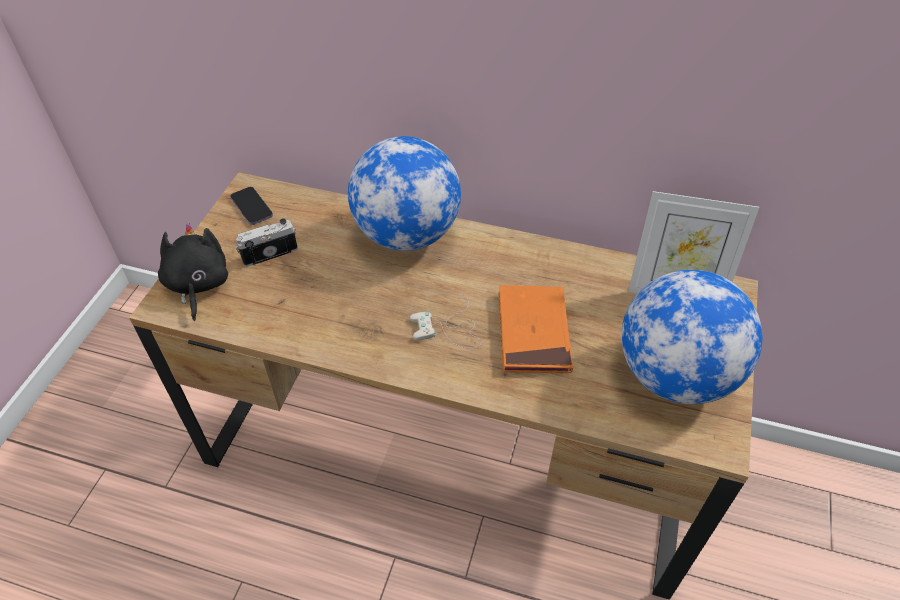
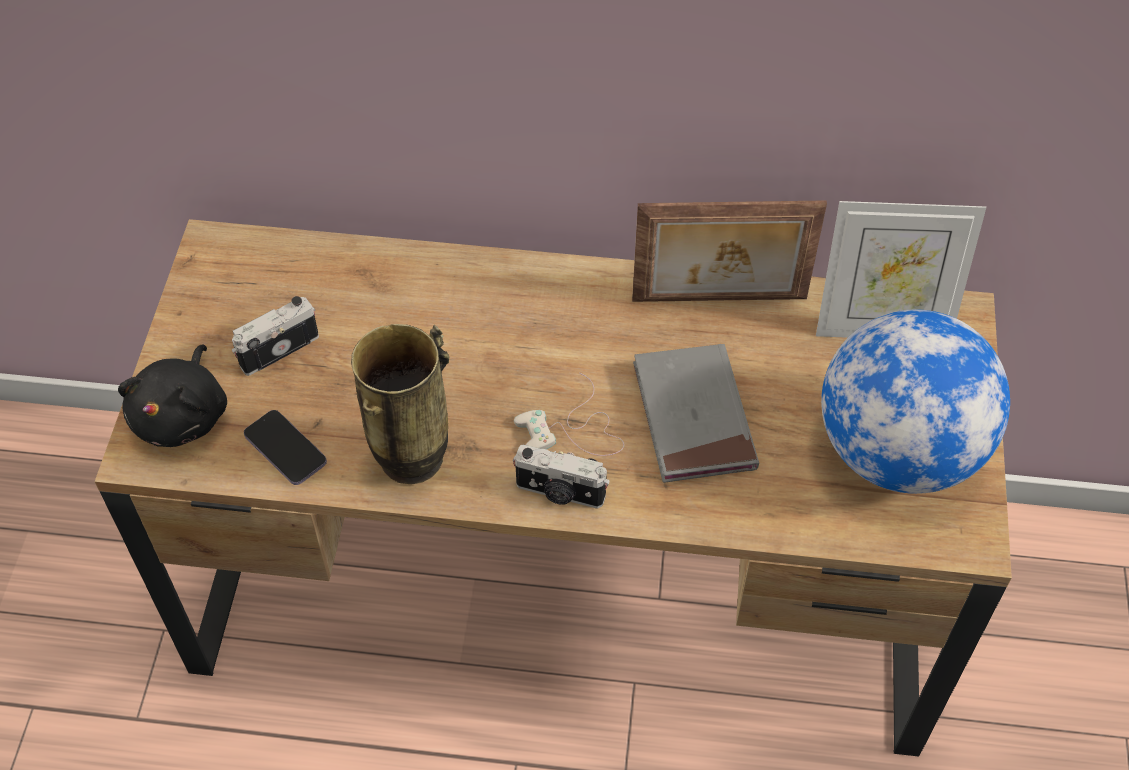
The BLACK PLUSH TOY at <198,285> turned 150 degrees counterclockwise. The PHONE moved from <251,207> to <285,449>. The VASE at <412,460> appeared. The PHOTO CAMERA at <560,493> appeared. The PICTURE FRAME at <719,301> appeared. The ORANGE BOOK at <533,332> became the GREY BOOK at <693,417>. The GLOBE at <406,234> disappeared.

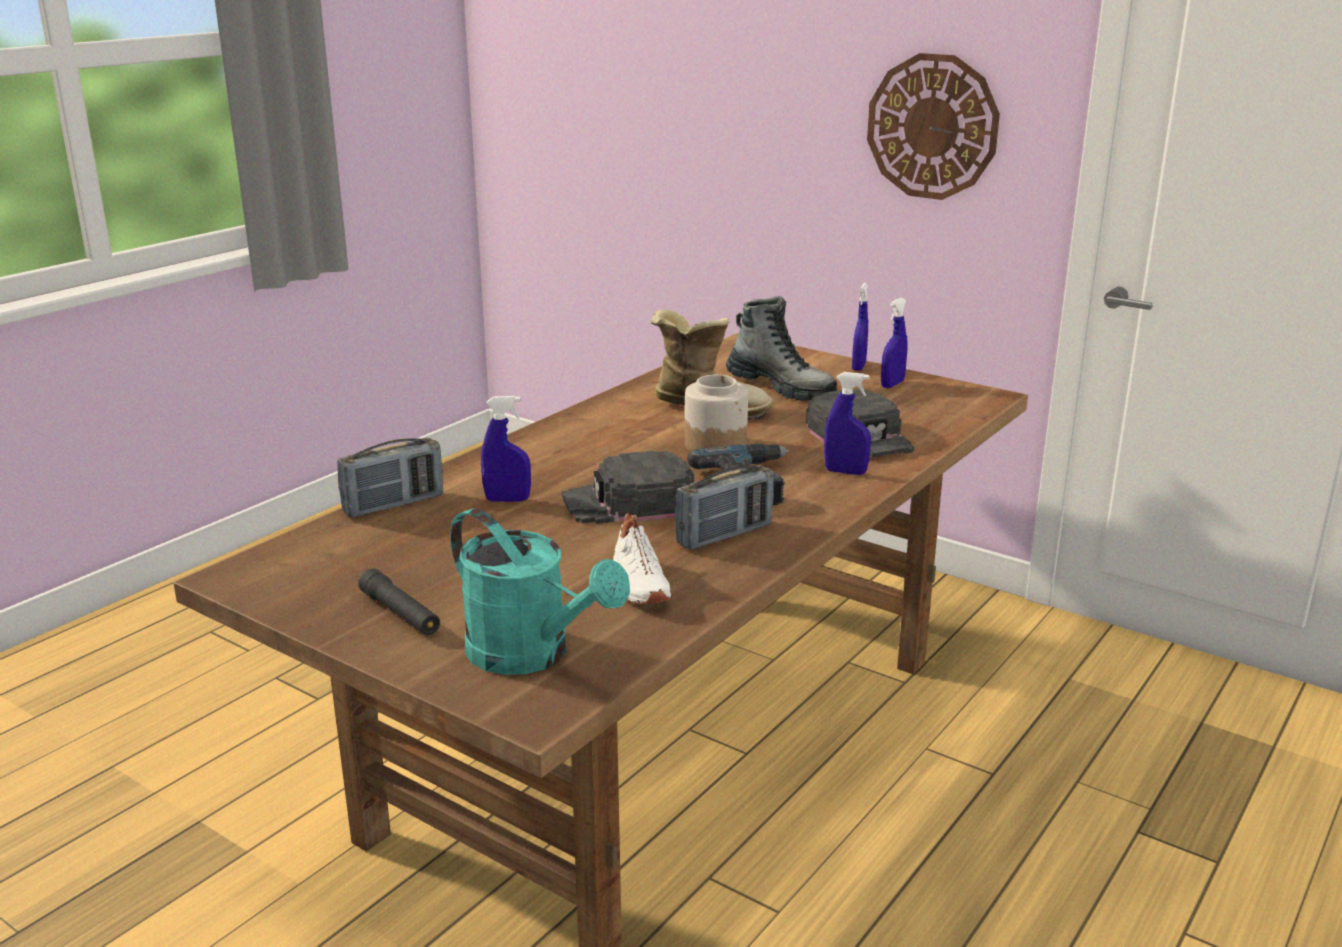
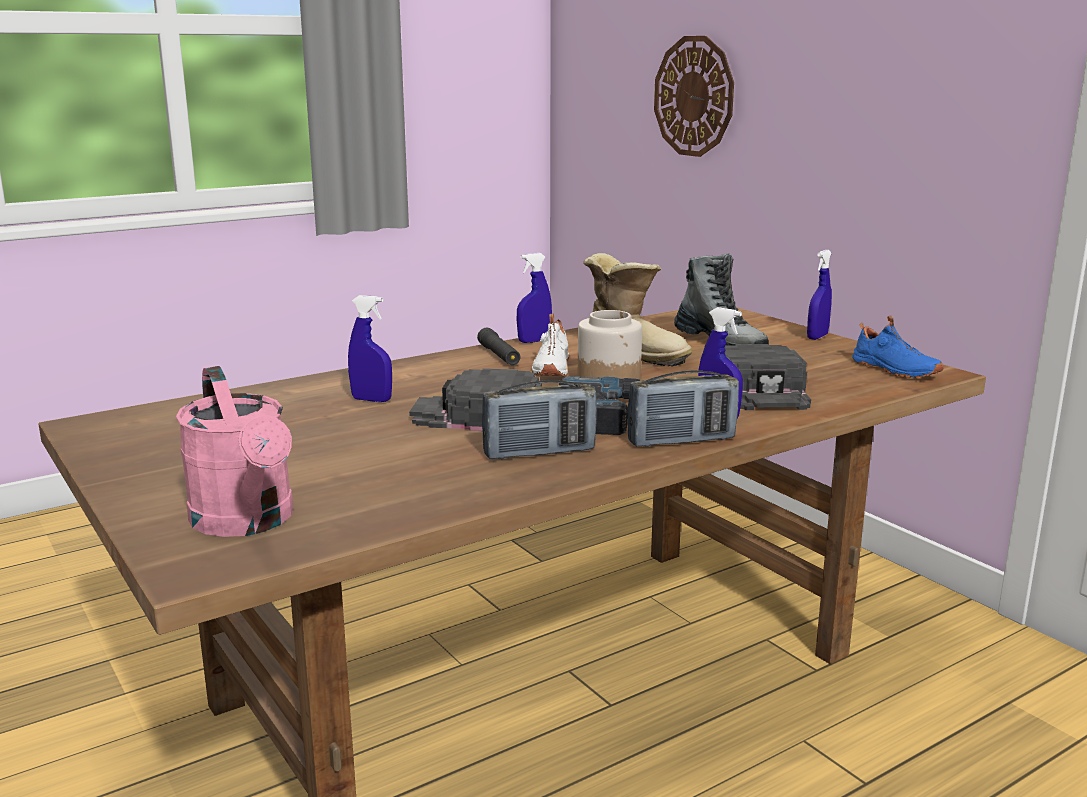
The TURQUOISE WATERING CAN at <532,655> became the PINK WATERING CAN at <248,522>. The BLACK FLASHLIGHT moved from <400,614> to <499,355>. The BLUE SPRAY BOTTLE moved from <892,384> to <534,341>. The WHITE SHOE moved from <638,584> to <550,369>. The RADIO moved from <394,505> to <681,441>. The WALL CLOCK moved from <932,127> to <694,96>. The BLUE SHOE at <893,370> appeared.

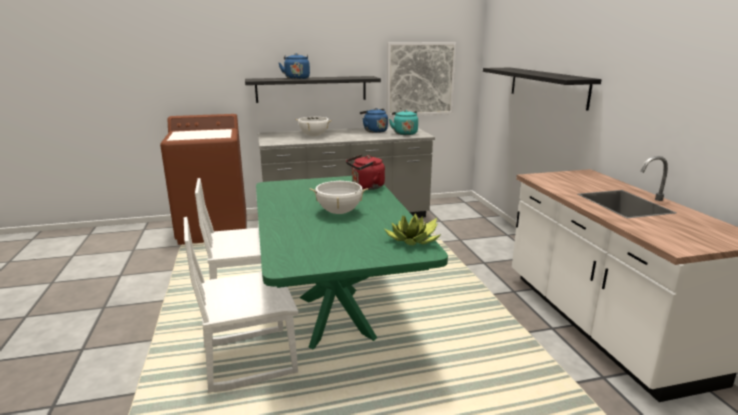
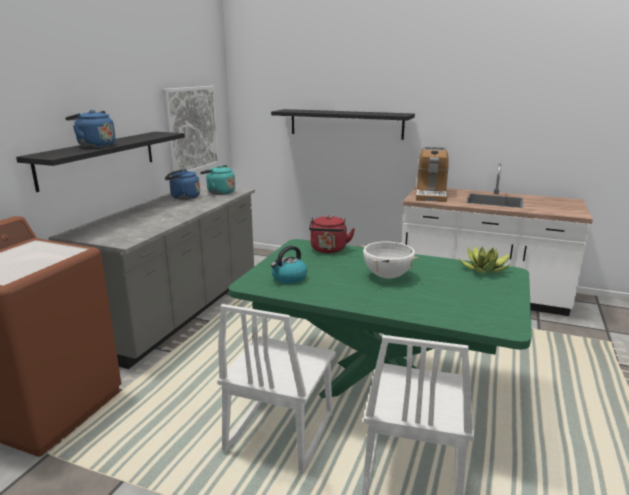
The KETTLE at <289,278> appeared. The COFFEE MACHINE at <431,194> appeared. The WHITE COOKING POT at <314,136> disappeared.

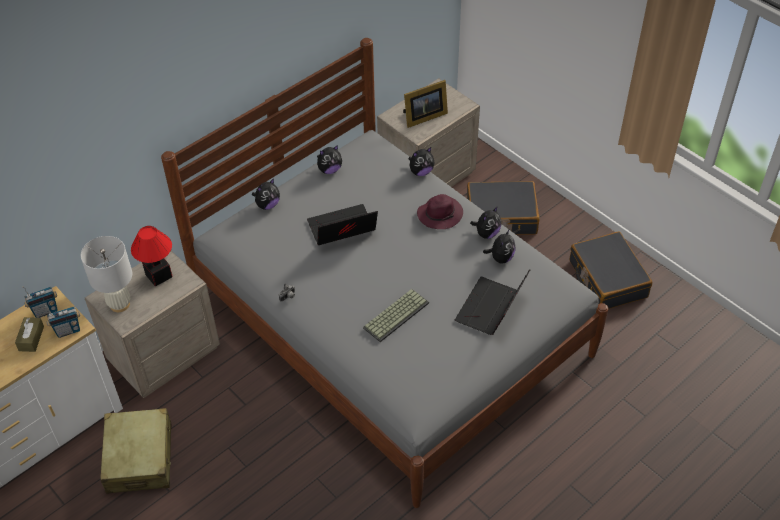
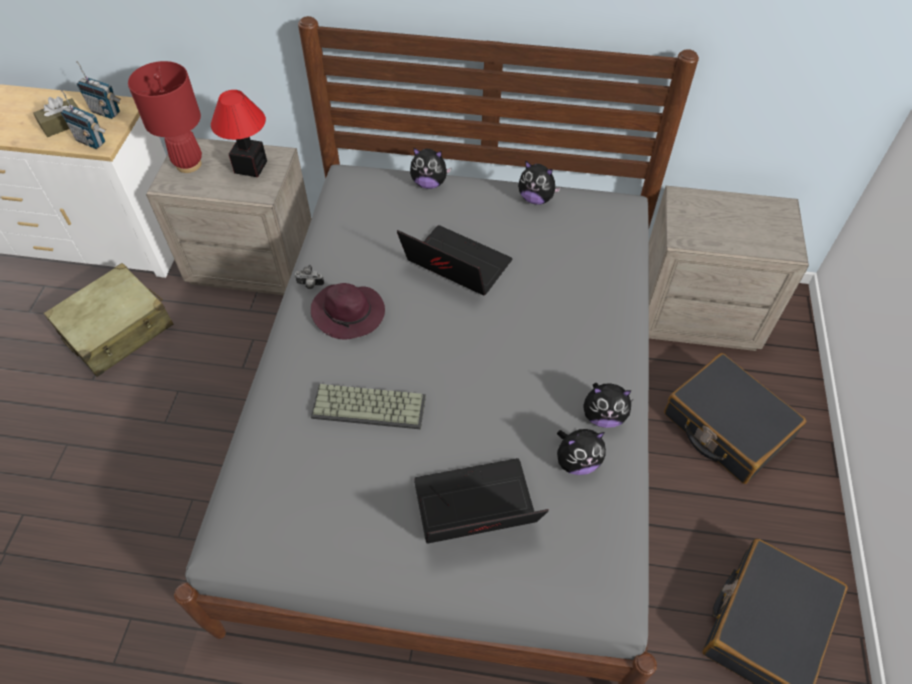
The WHITE TABLE LAMP at <119,304> became the RED TABLE LAMP at <189,164>. The PURPLE HAT moved from <440,214> to <349,314>. The PICTURE FRAME at <423,117> disappeared. The PLUSH TOY at <421,172> disappeared.

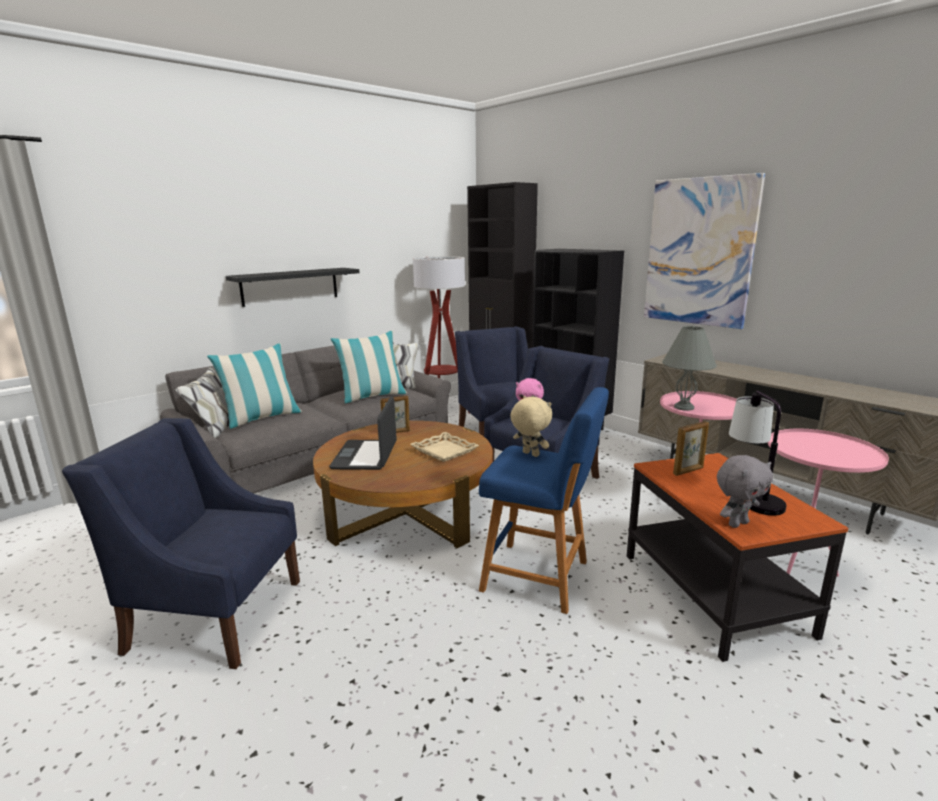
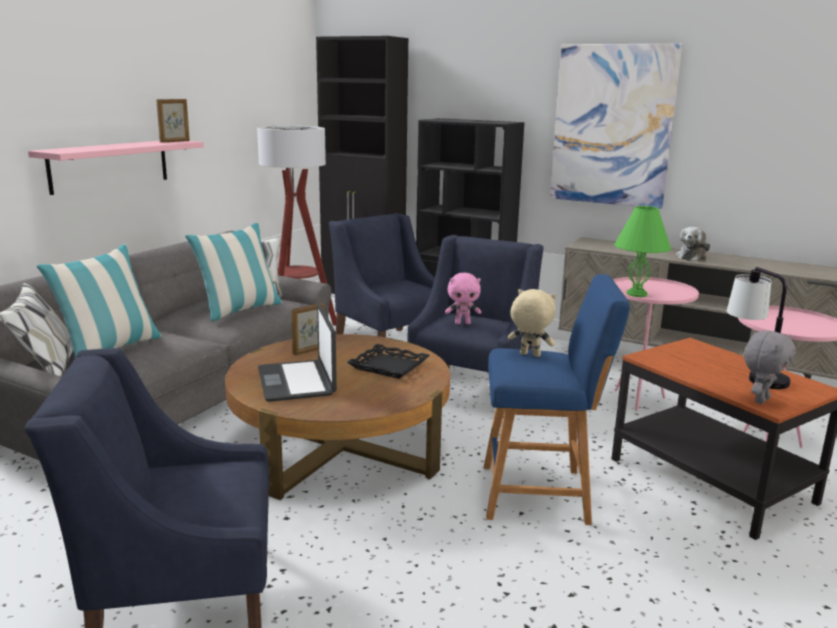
The BLACK SHELF at <290,286> became the PINK SHELF at <110,165>. The PICTURE FRAME moved from <688,471> to <175,141>. The BEIGE TRAY at <444,451> became the BLACK TRAY at <388,366>. The GREY TABLE LAMP at <683,407> became the GREEN TABLE LAMP at <636,294>. The PLUSH TOY at <692,257> appeared.

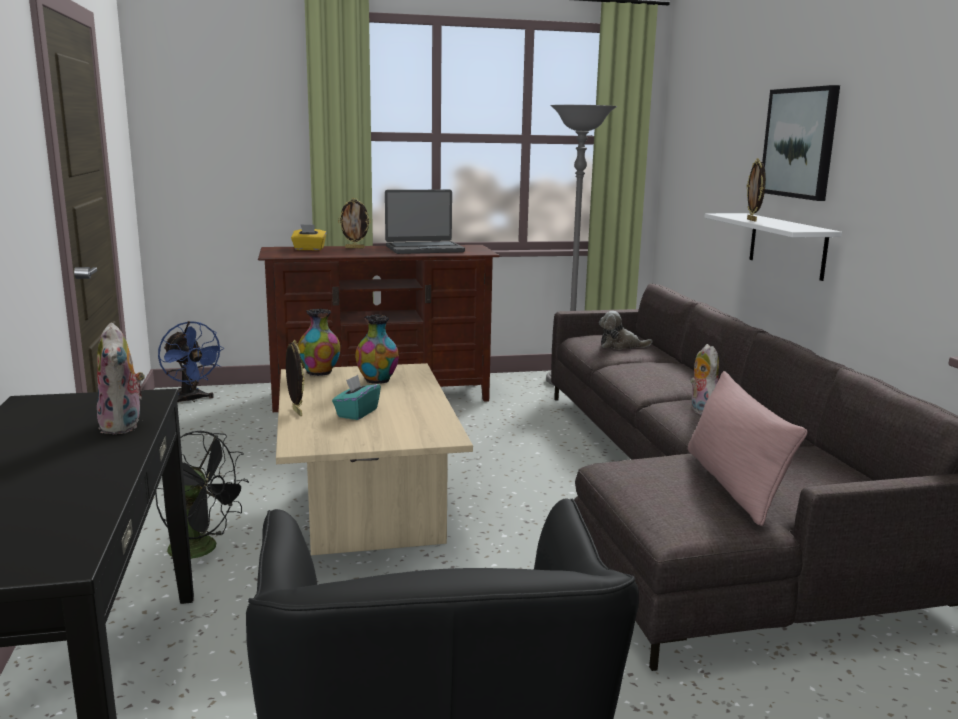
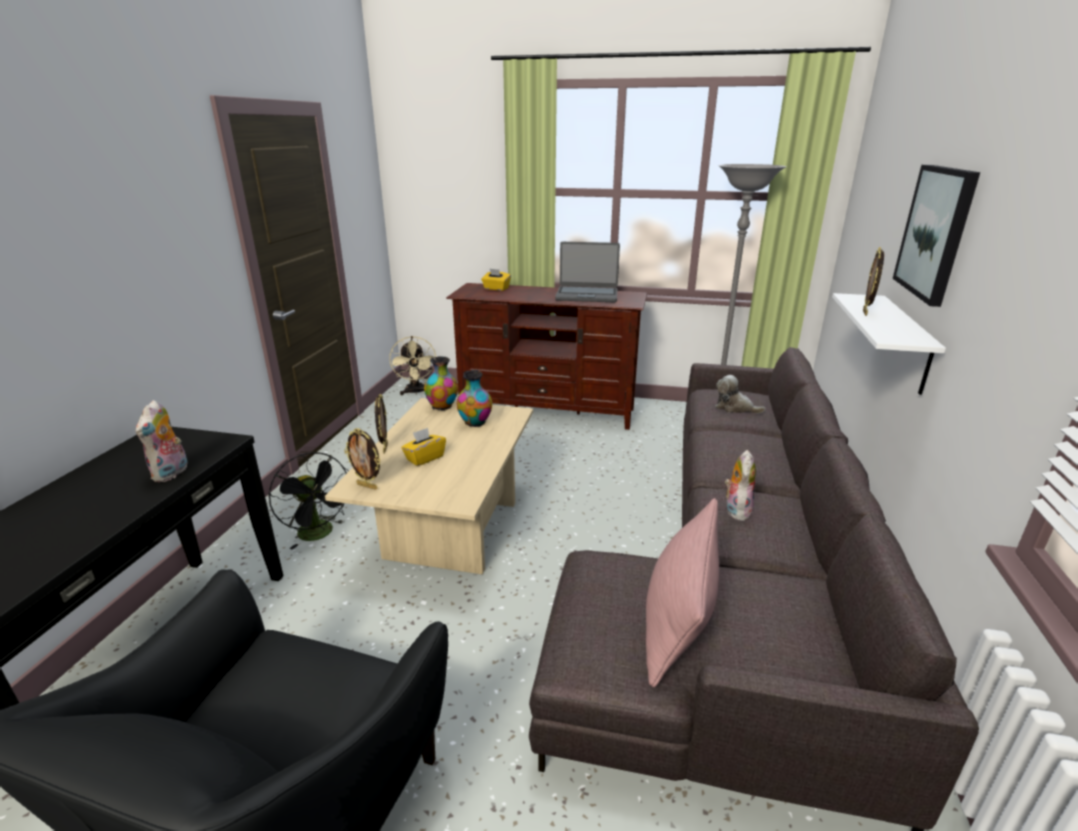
The PICTURE FRAME moved from <355,248> to <367,486>. The BLUE FAN at <191,400> became the BEIGE FAN at <416,392>. The TURQUOISE TISSUE BOX at <356,413> became the YELLOW TISSUE BOX at <424,458>.

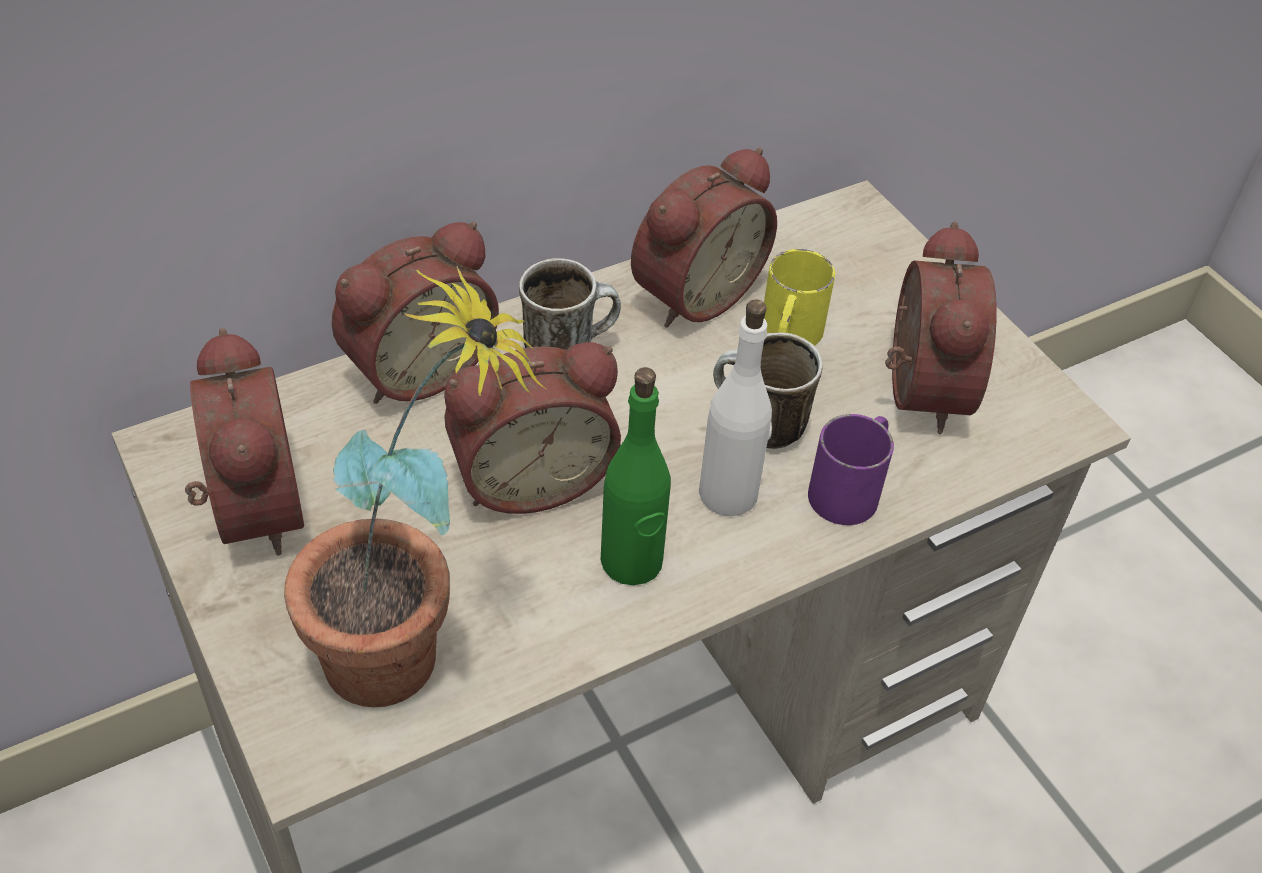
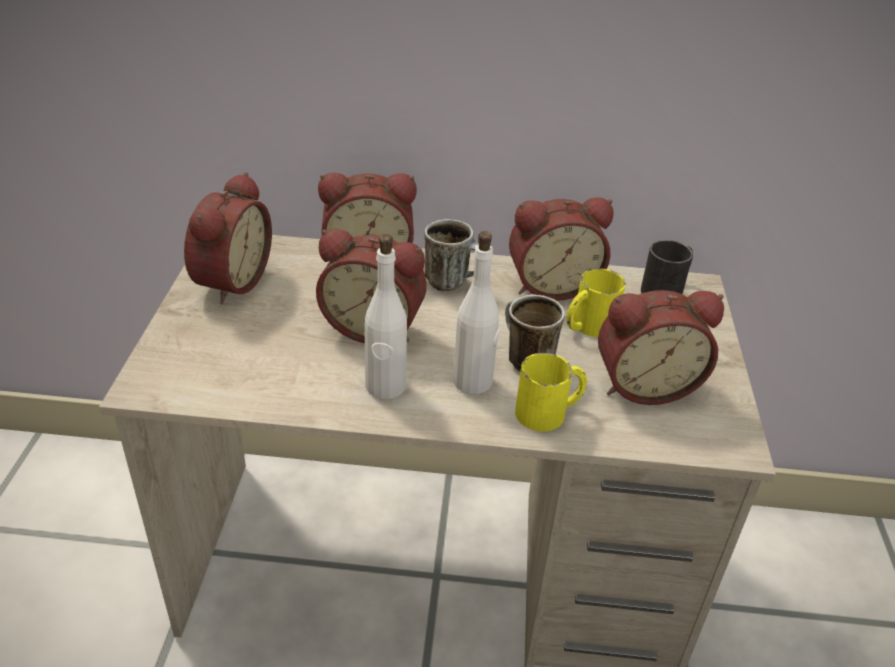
The GREEN BOTTLE at <632,562> became the WHITE BOTTLE at <385,386>. The PURPLE MUG at <851,487> became the YELLOW MUG at <549,411>. The ALARM CLOCK at <916,389> turned 45 degrees clockwise. The BLACK MUG at <666,289> appeared. The POTTED PLANT at <417,654> disappeared.

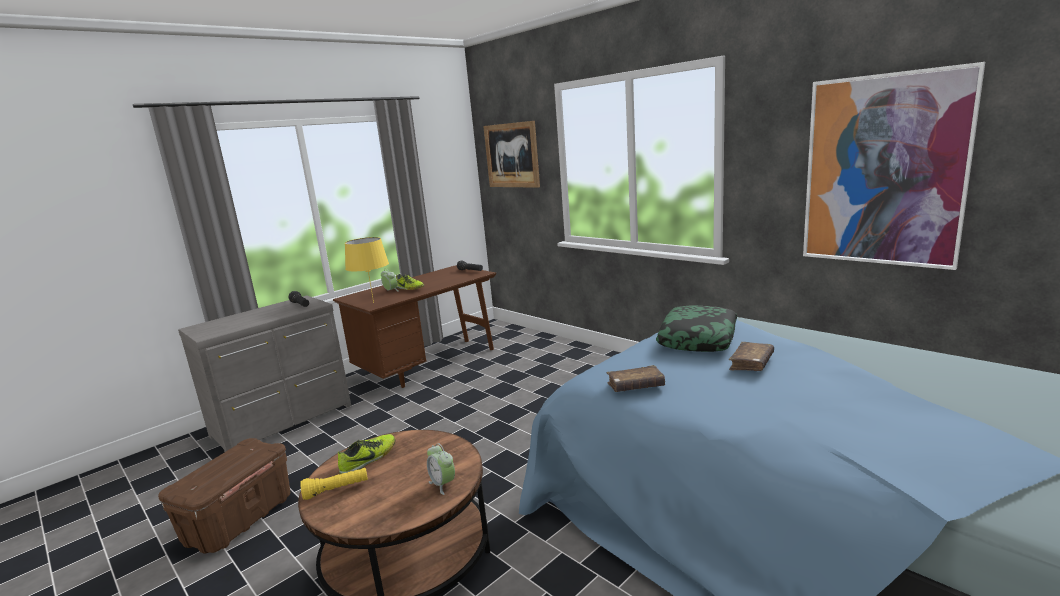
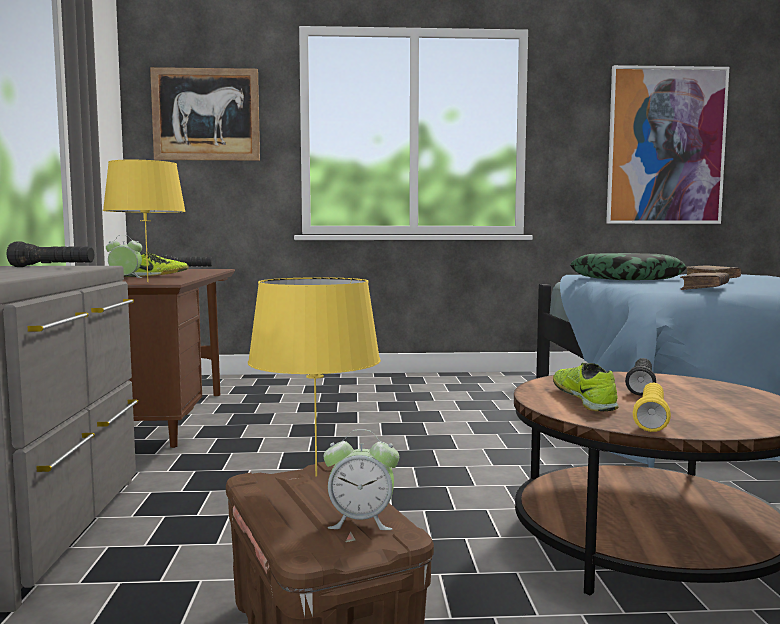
The YELLOW TABLE LAMP at <316,475> appeared. The ALARM CLOCK moved from <443,484> to <361,521>. The BLACK FLASHLIGHT at <641,386> appeared.

